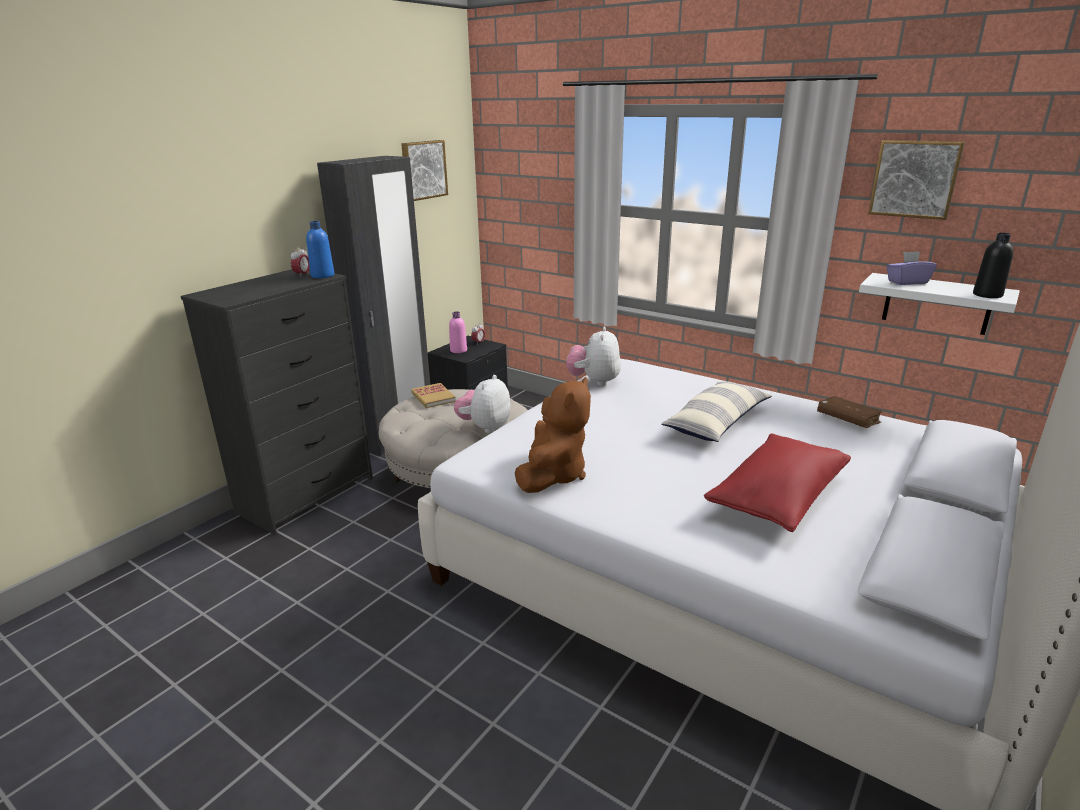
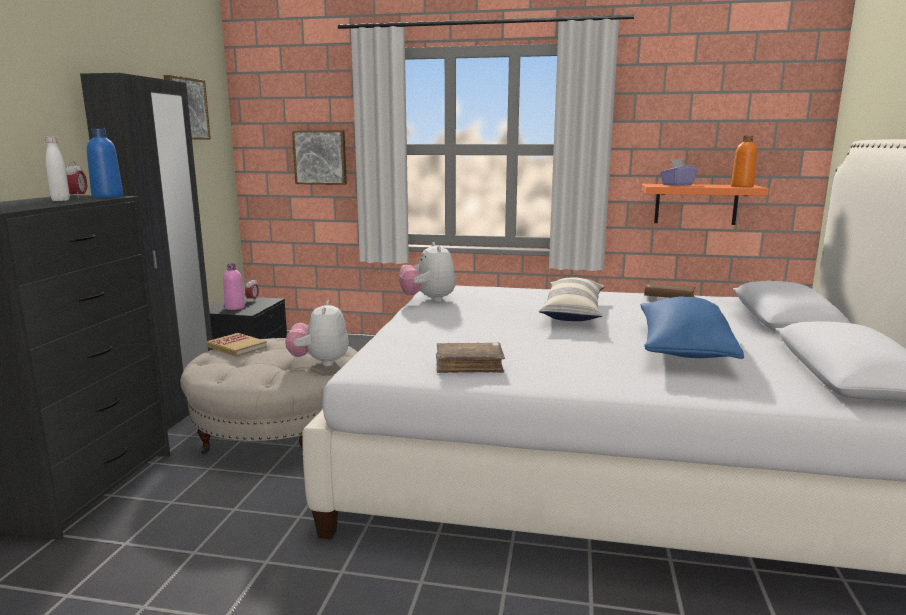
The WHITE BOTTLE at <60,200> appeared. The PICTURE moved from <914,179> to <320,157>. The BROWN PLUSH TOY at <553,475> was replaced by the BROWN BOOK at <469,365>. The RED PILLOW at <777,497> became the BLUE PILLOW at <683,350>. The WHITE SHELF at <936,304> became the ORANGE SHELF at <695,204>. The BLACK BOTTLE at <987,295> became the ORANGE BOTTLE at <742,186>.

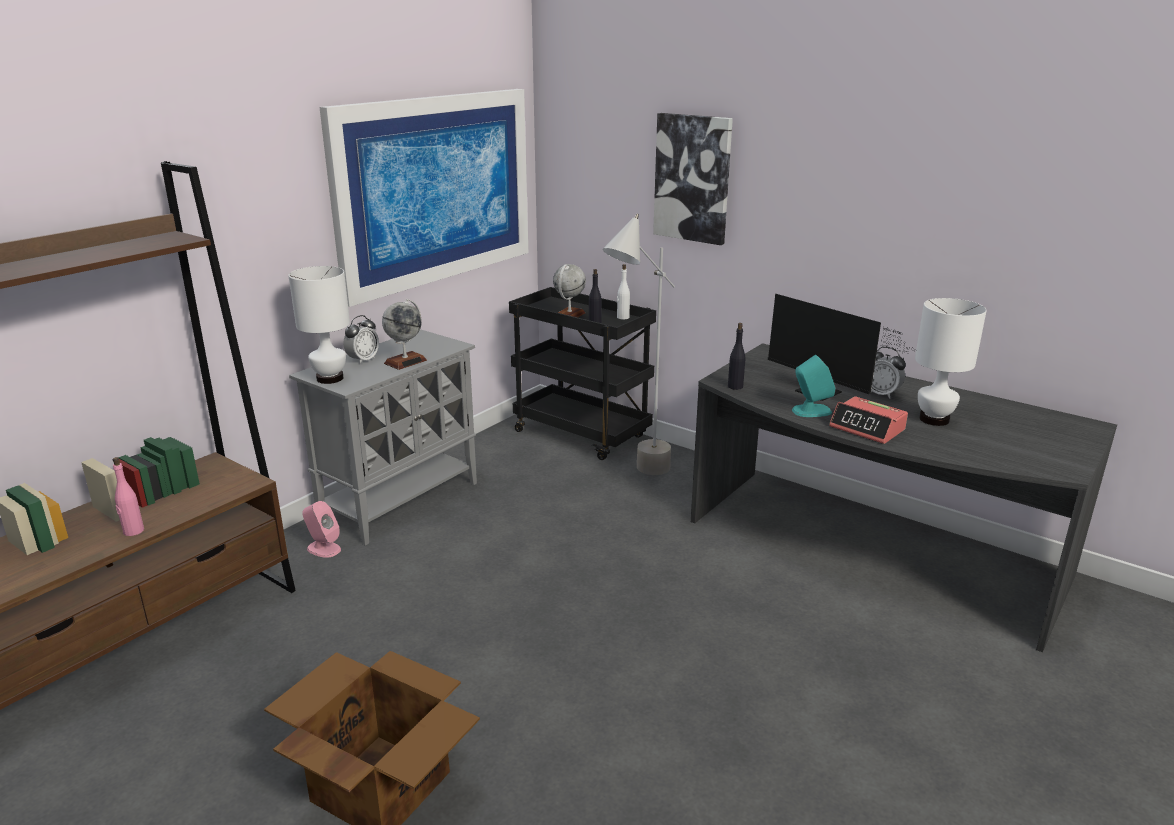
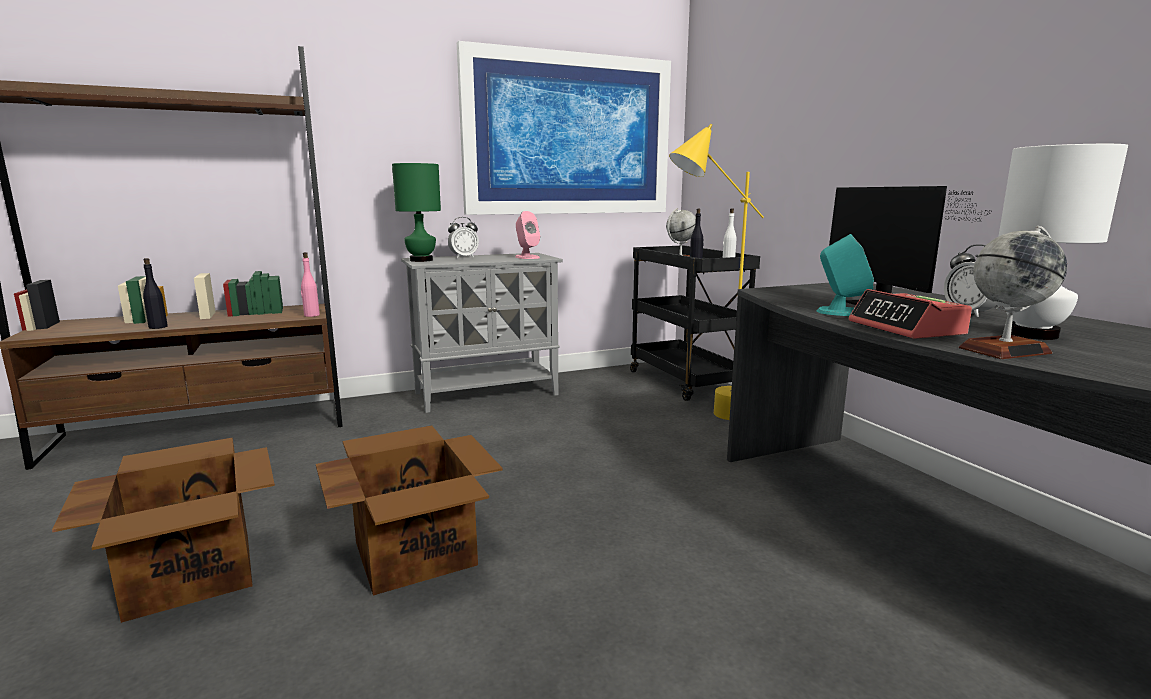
The BLACK BOTTLE moved from <735,386> to <158,327>. The PINK BOTTLE moved from <133,531> to <311,315>. The CARDBOARD BOX at <415,552> appeared. The WHITE TABLE LAMP at <330,378> became the GREEN TABLE LAMP at <422,260>. The PINK SPEAKER moved from <323,548> to <527,257>. The GREY FLOOR LAMP at <637,478> became the YELLOW FLOOR LAMP at <706,418>. The GLOBE moved from <405,361> to <1004,350>. The PICTURE at <693,178> disappeared.

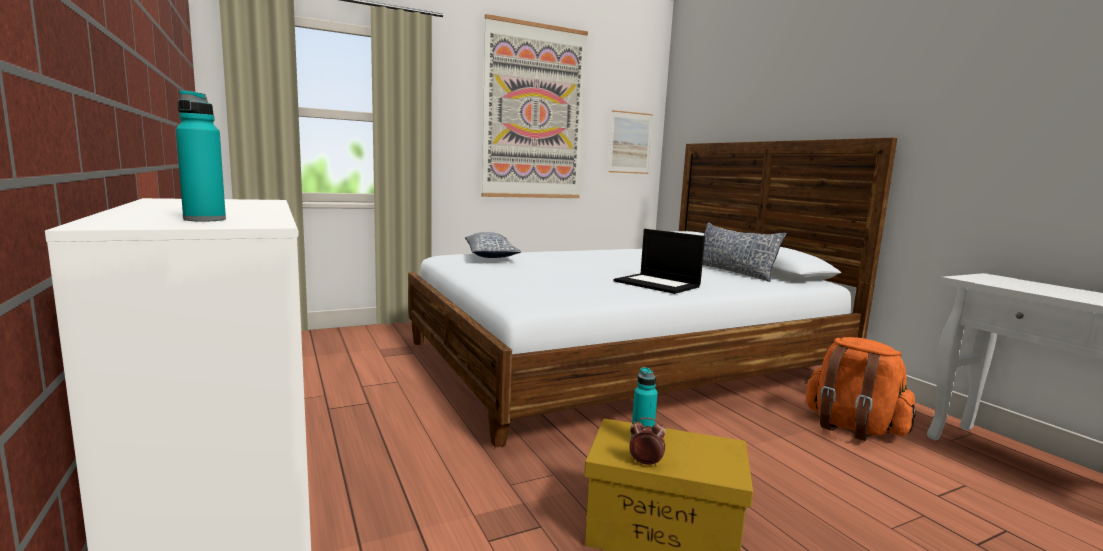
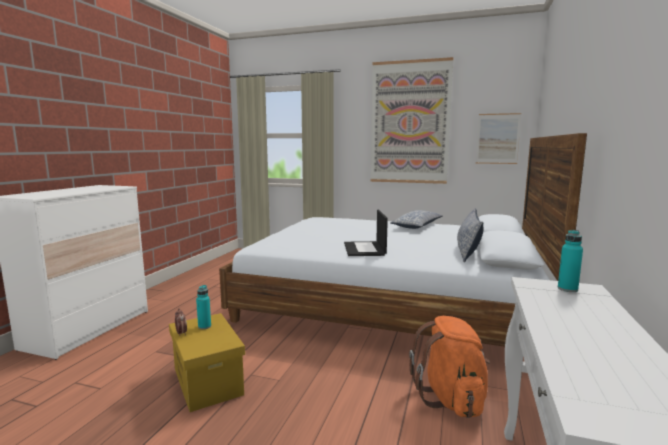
The PILLOW moved from <490,255> to <417,226>. The TURQUOISE BOTTLE moved from <205,219> to <567,289>.

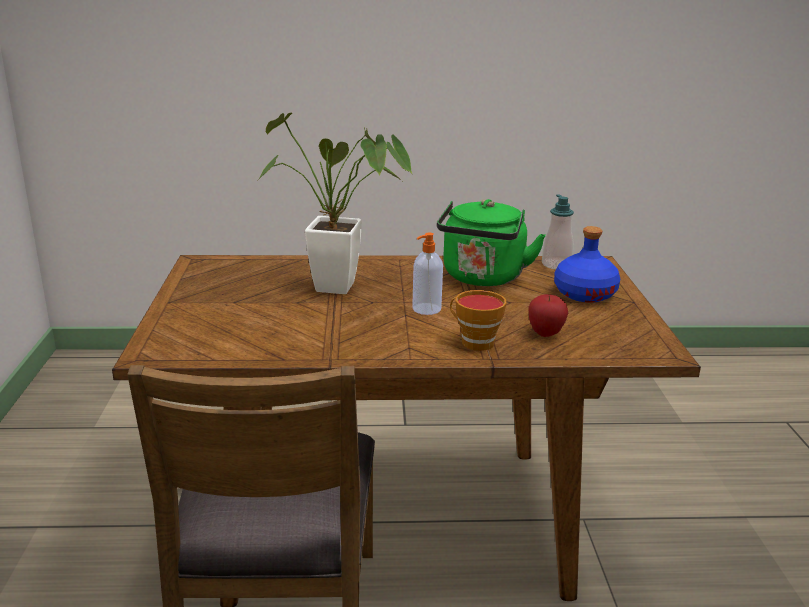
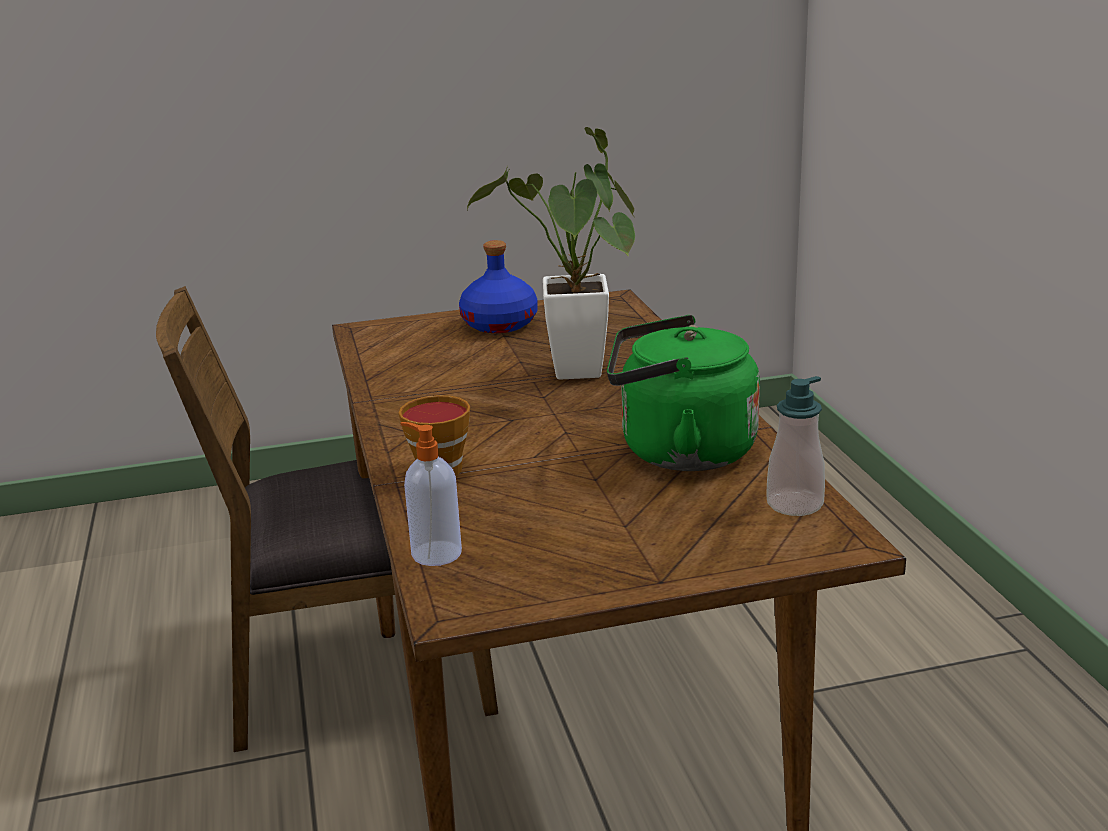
The SOAP DISPENSER moved from <425,309> to <435,553>. The BLUE BOTTLE moved from <584,293> to <500,324>. The APPLE at <545,334> disappeared.

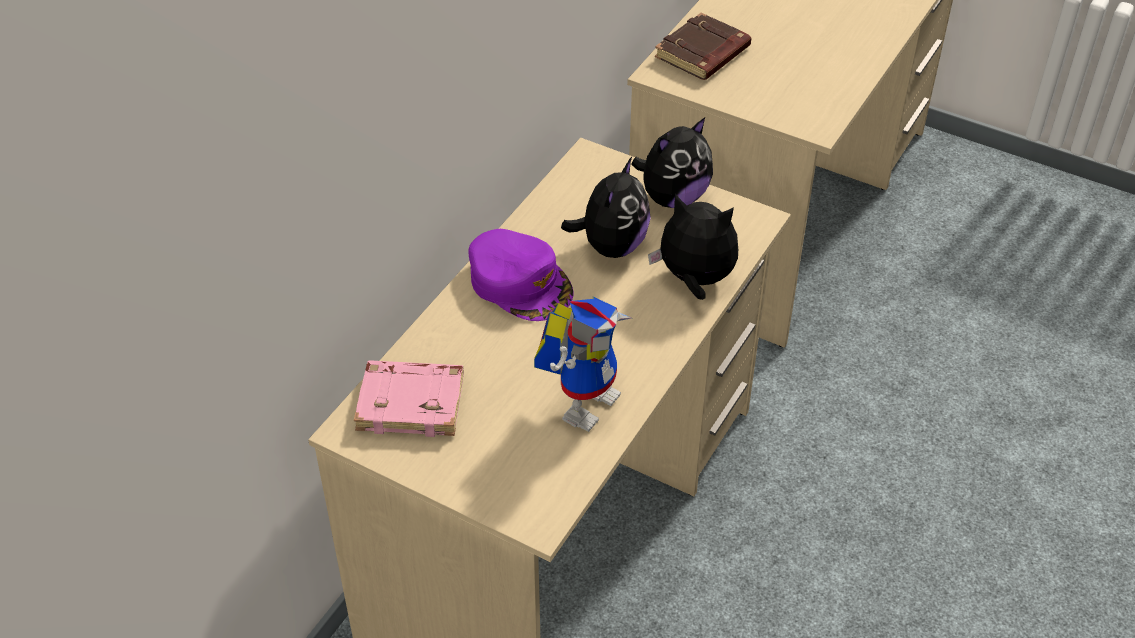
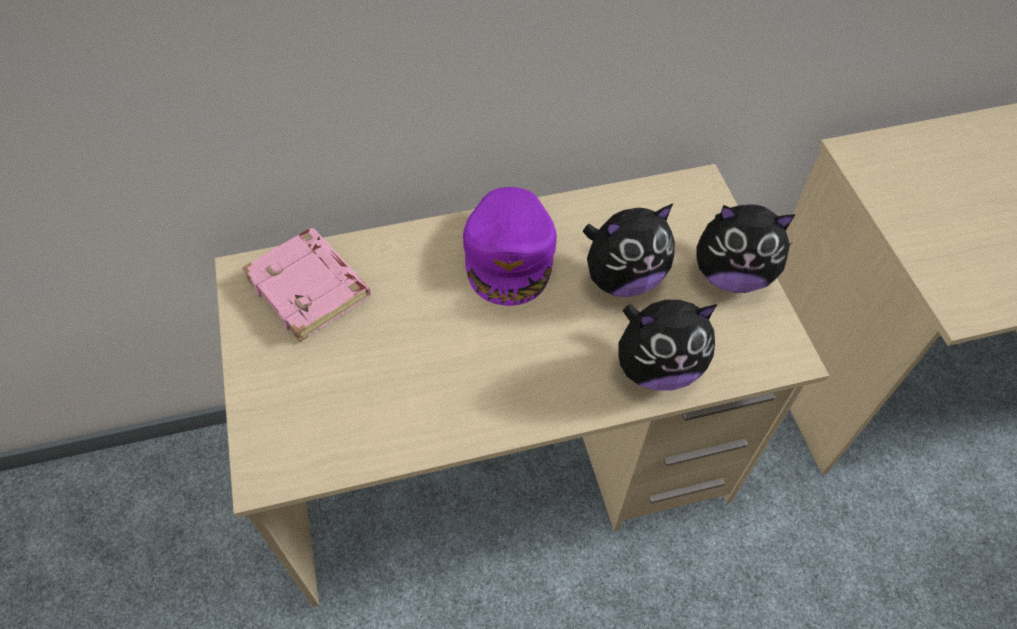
The PLUSH TOY at <695,280> turned 105 degrees clockwise. The TOY ROBOT at <585,399> disappeared. The BROWN BOOK at <703,54> disappeared.

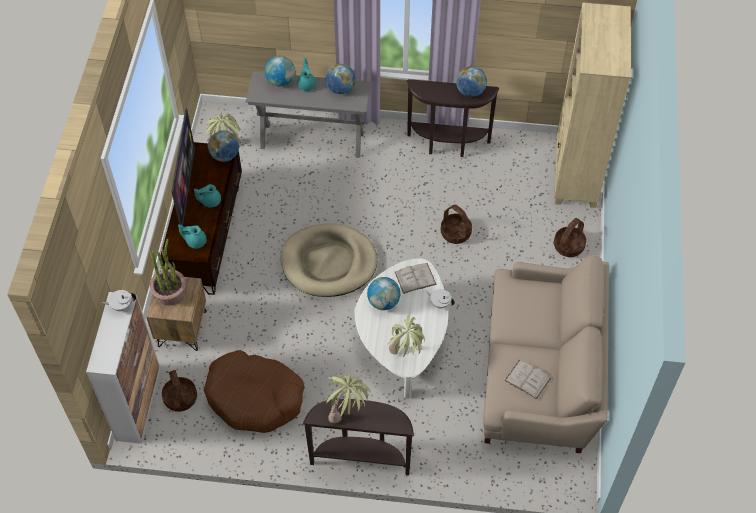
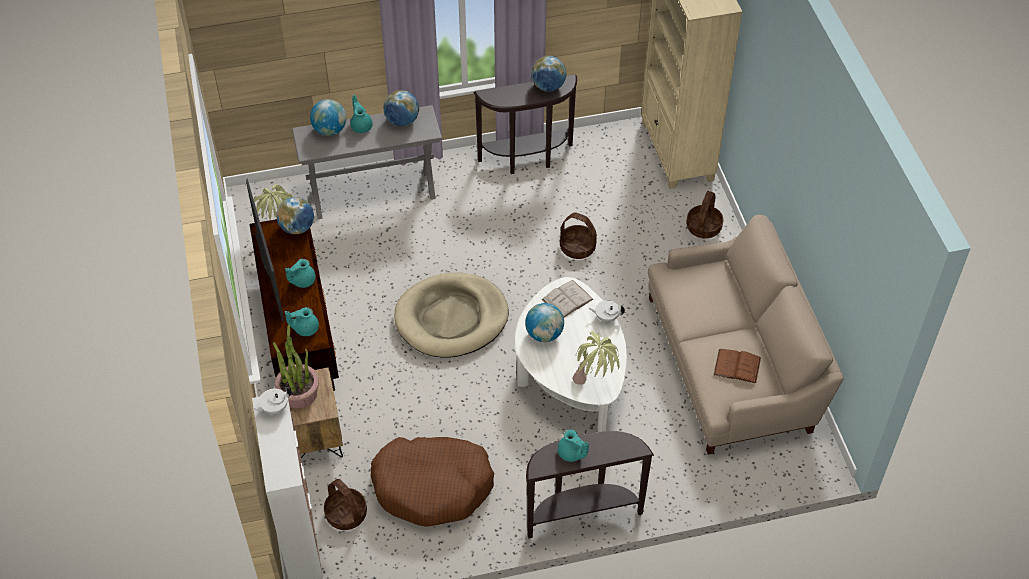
The POTTED PLANT at <347,413> was replaced by the TURQUOISE TEAPOT at <571,454>. The WHITE BOOK at <527,379> became the BROWN BOOK at <737,366>.

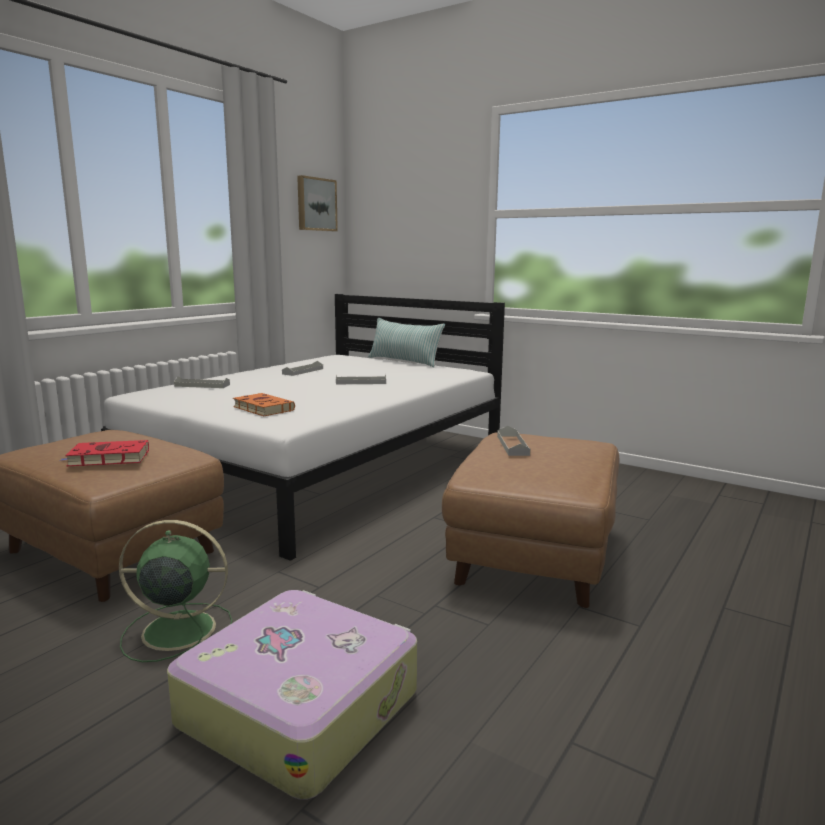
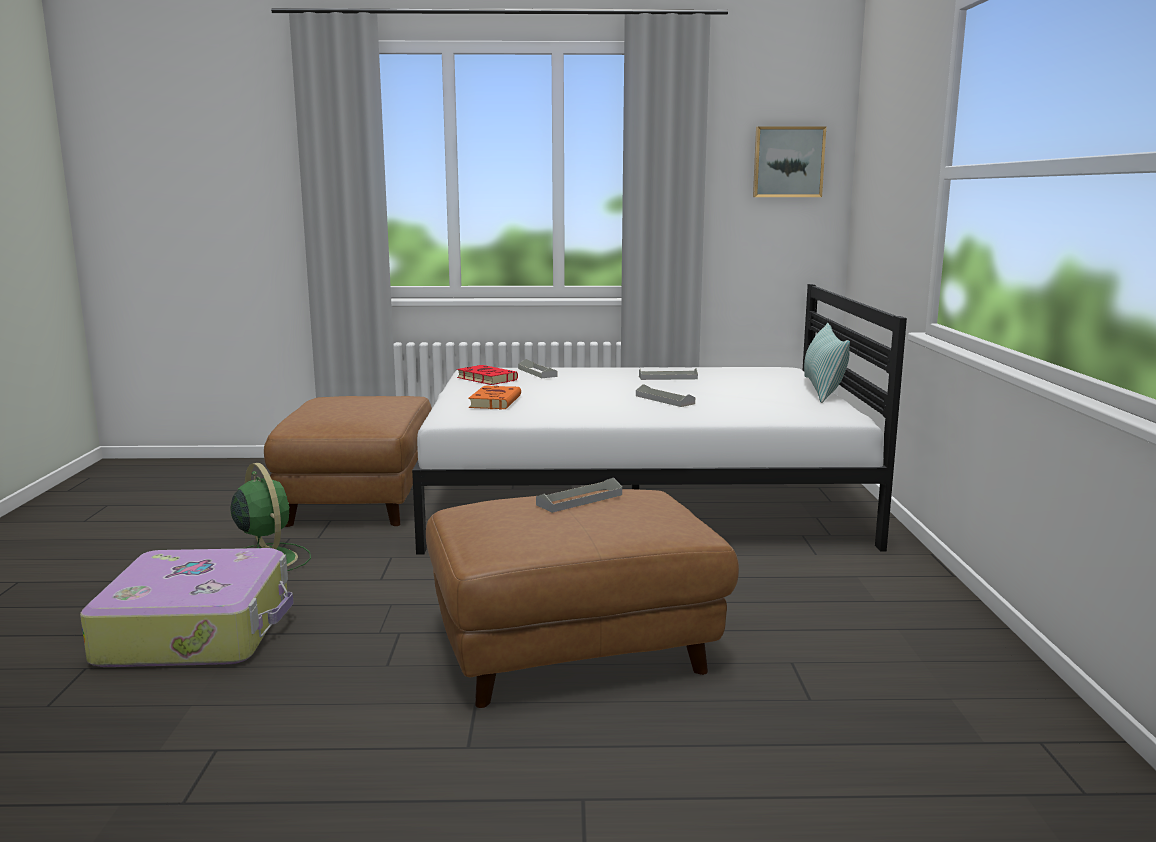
The RED BOOK moved from <106,458> to <485,379>.

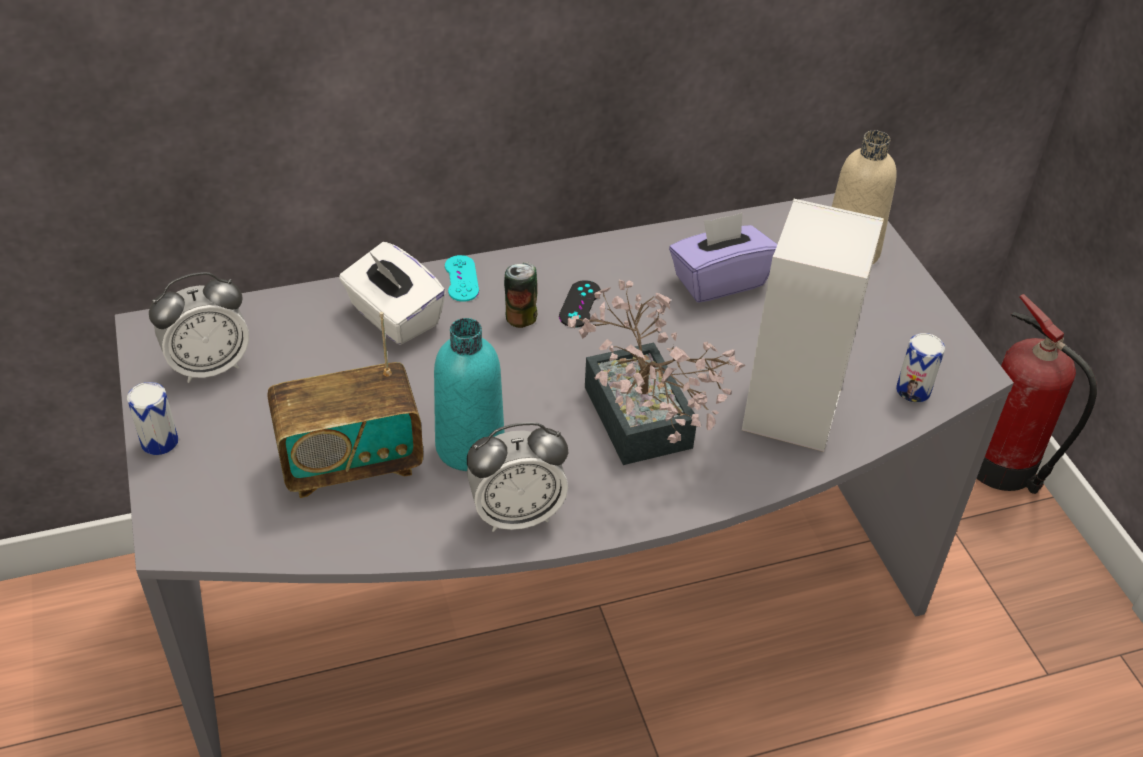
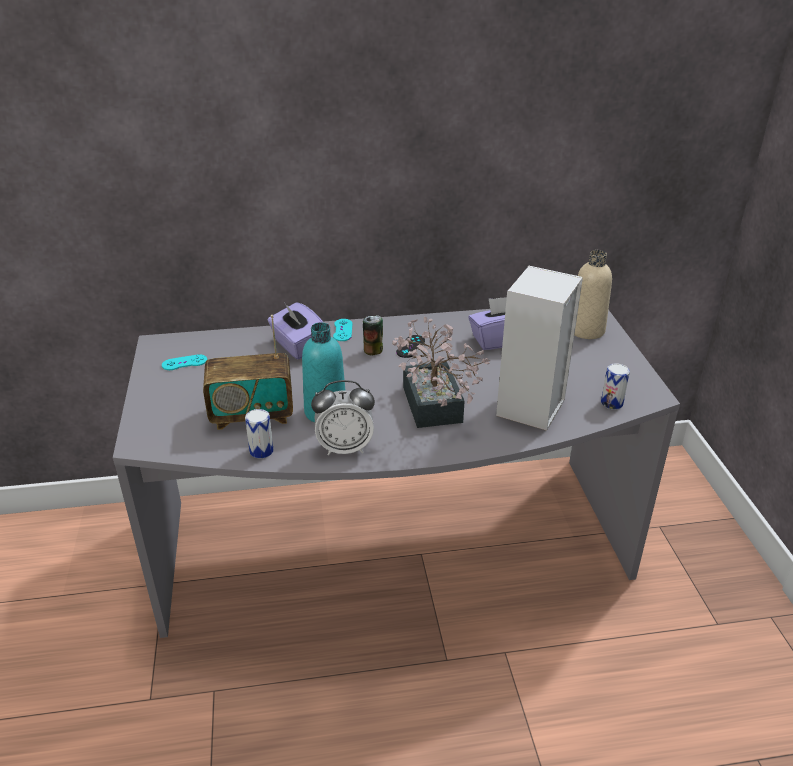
The ALARM CLOCK at <209,366> was replaced by the TURQUOISE GAME CONTROLLER at <184,362>. The CAN moved from <159,442> to <261,451>. The WHITE TISSUE BOX at <394,317> became the PURPLE TISSUE BOX at <297,346>. The FIRE EXTINGUISHER at <1004,468> disappeared.

